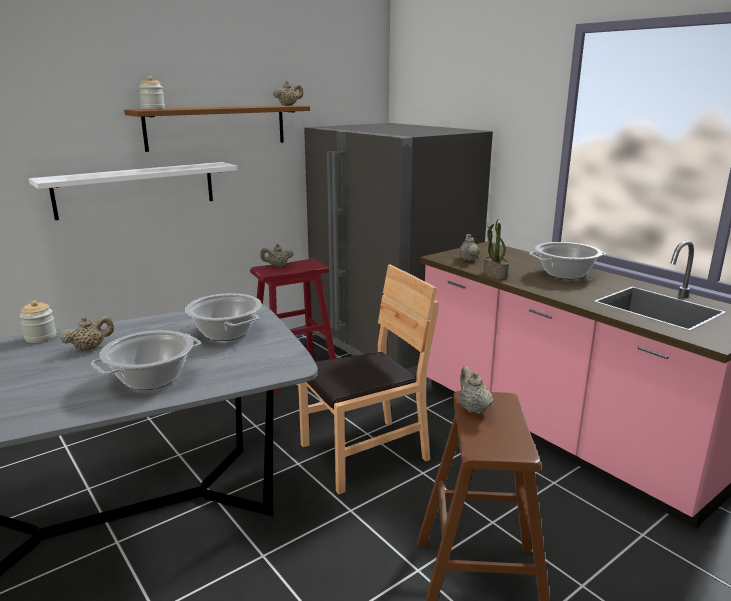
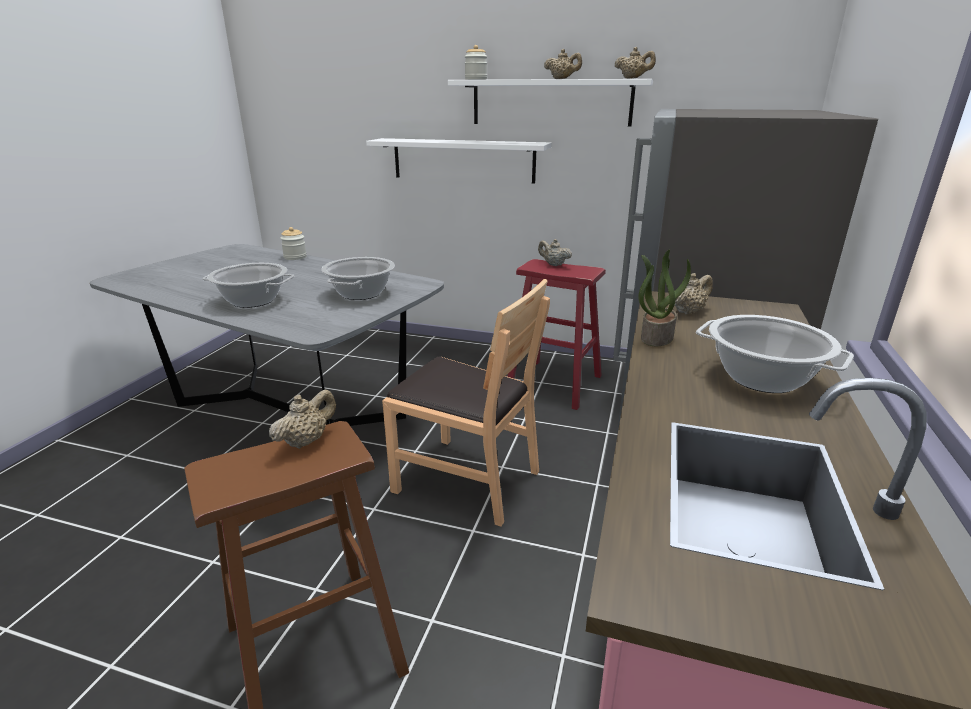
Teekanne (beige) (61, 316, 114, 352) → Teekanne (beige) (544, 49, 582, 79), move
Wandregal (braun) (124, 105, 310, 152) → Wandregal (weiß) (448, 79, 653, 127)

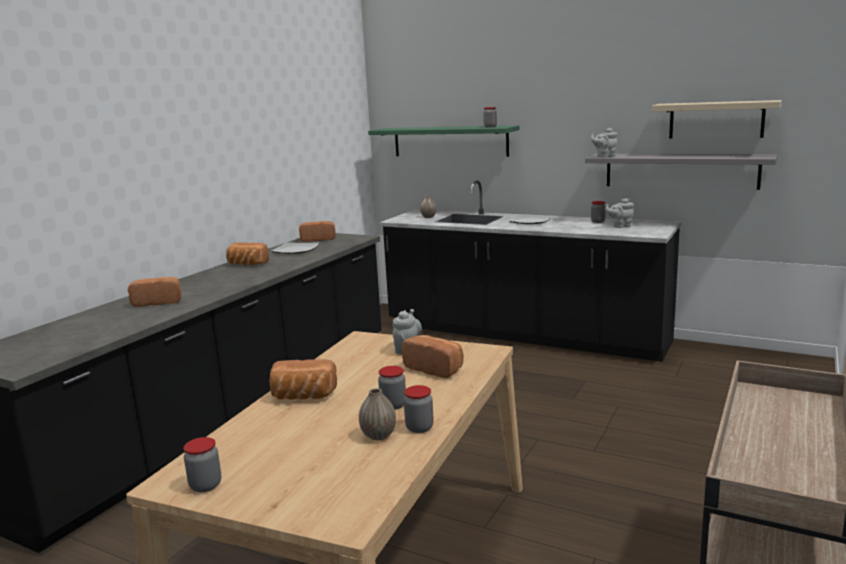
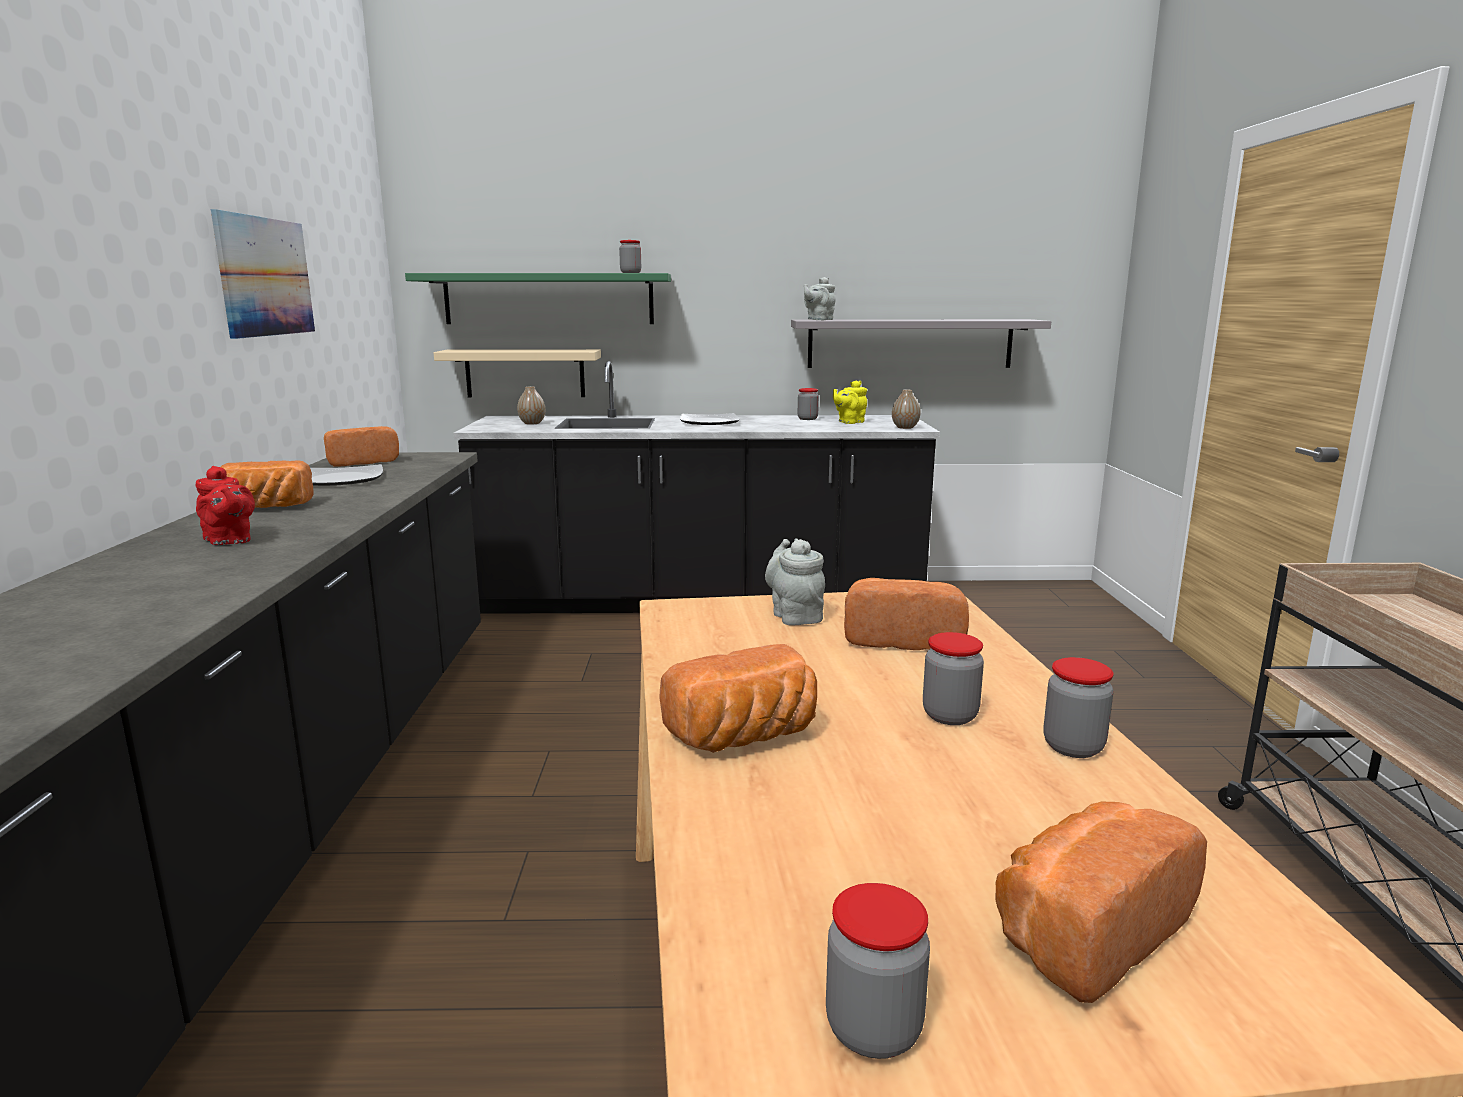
- → Teekanne (rot) (195, 466, 255, 545)
- → Bild (211, 209, 315, 339)
Brot (128, 277, 181, 307) → Brot (995, 802, 1207, 1003), move
Vase (359, 388, 396, 440) → Vase (892, 390, 921, 429), move
Wandregal (beige) (652, 100, 782, 139) → Wandregal (beige) (434, 349, 601, 397), move
Teekanne (grau) (605, 198, 634, 228) → Teekanne (gelb) (833, 380, 867, 424)

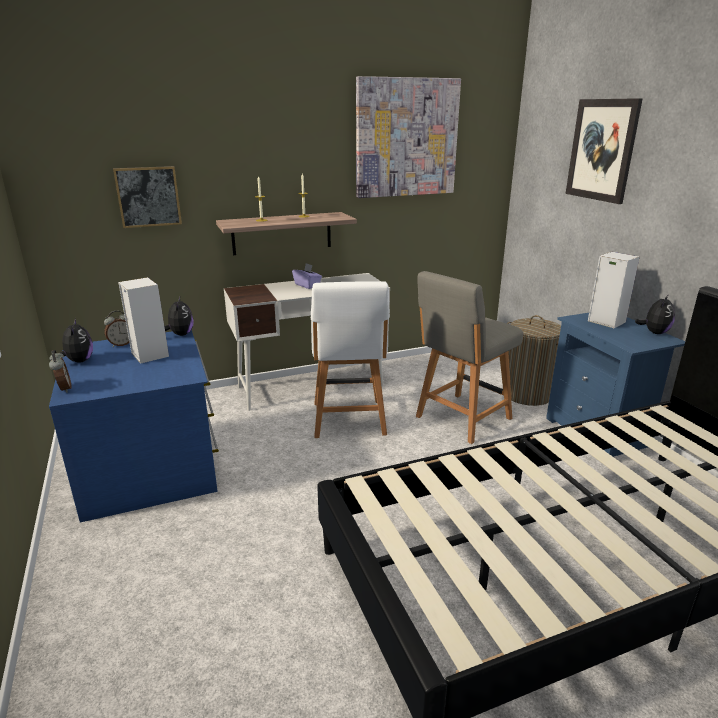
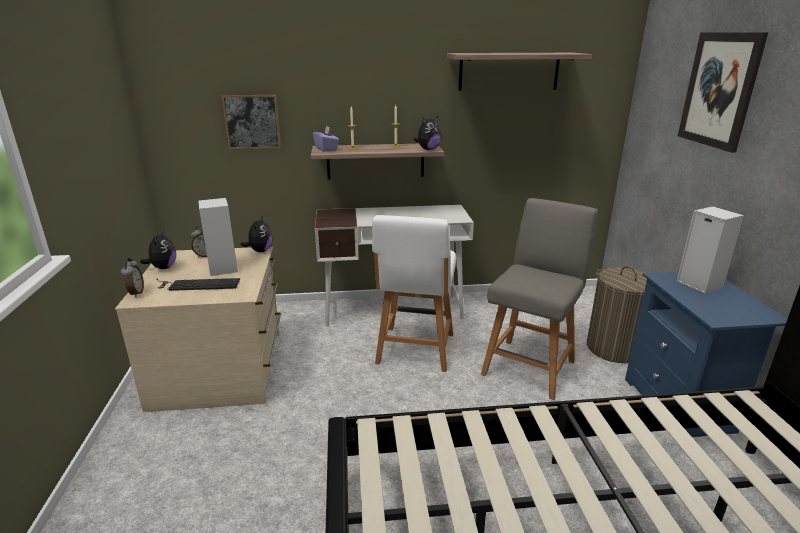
- → Tastatur (156, 278, 240, 291)
Taschentuchbox (lila) (292, 263, 322, 289) → Taschentuchbox (lila) (313, 126, 339, 152), move
Plüschtier (635, 294, 675, 334) → Plüschtier (413, 116, 442, 150), move
Bild (356, 76, 461, 198) → Wandregal (447, 53, 592, 91)
Kommode (blau) (49, 329, 219, 523) → Kommode (beige) (115, 247, 281, 412)
Stuhl (grau) (416, 271, 523, 444) → Stuhl (grau) (481, 198, 598, 400), 150 degrees clockwise

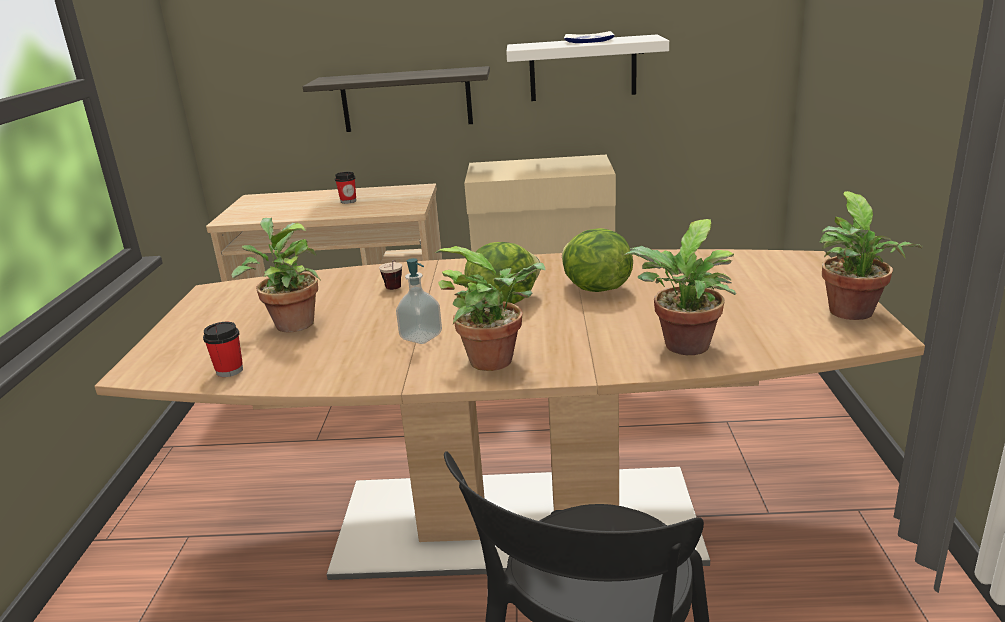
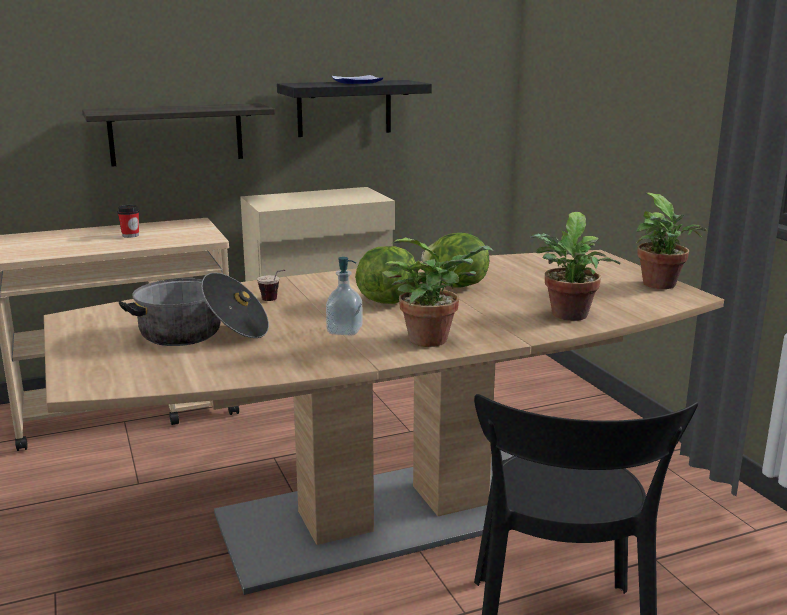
Tasse (203, 322, 243, 377) → -
Topfpflanze (231, 218, 321, 333) → Kochtopf (118, 273, 269, 346)
Wandregal (weiß) (506, 34, 669, 101) → Wandregal (schwarz) (277, 80, 432, 137)

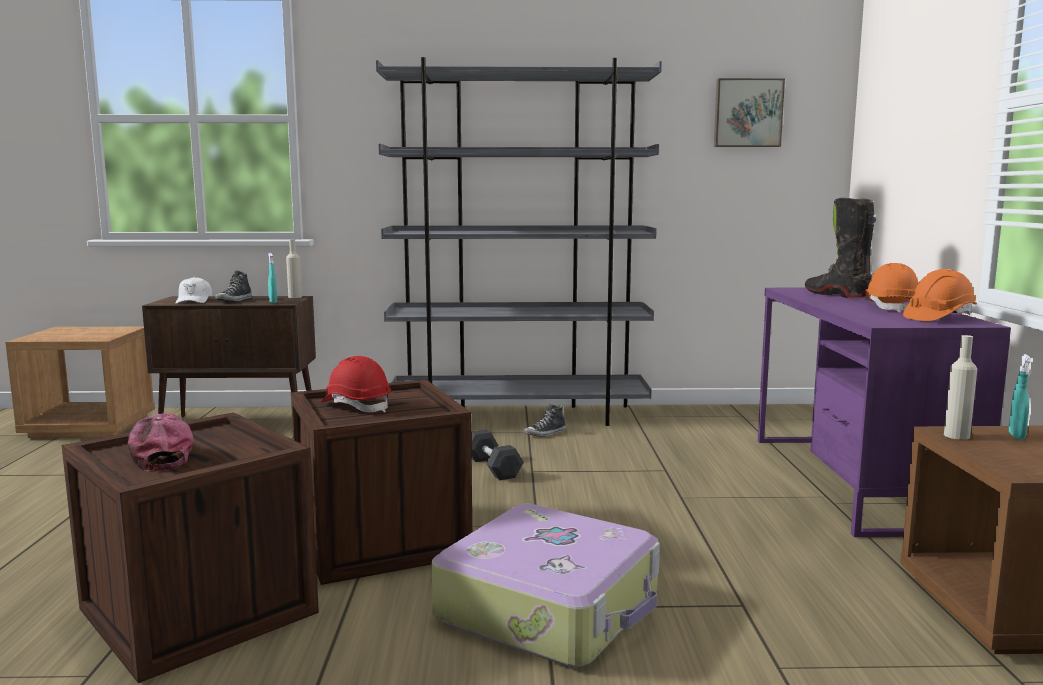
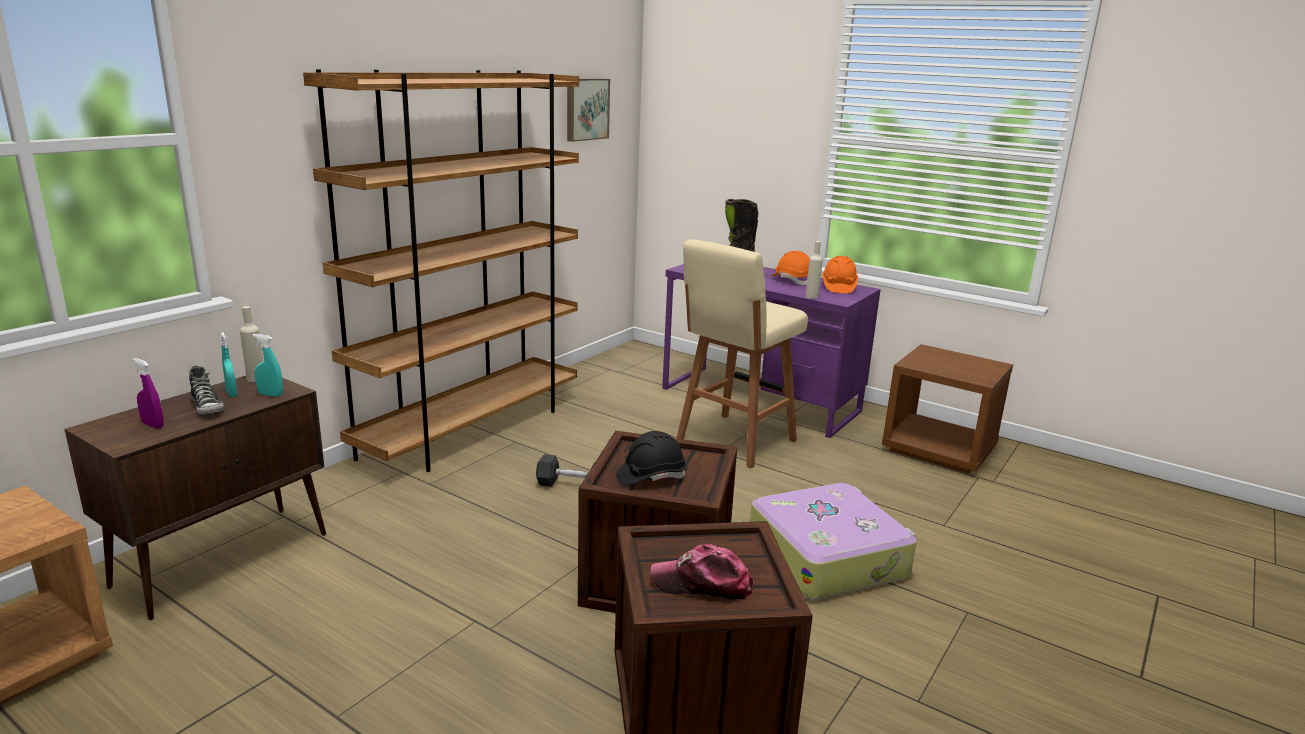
Schuh (524, 403, 566, 437) → -
- → Hocker (beige) (677, 239, 808, 468)
Flasche (beige) (944, 335, 977, 440) → Flasche (beige) (806, 241, 823, 299), move
Sprühflasche (türkis) (1009, 354, 1031, 440) → Sprühflasche (türkis) (220, 332, 238, 397), move
Kappe (weiß) (176, 277, 212, 304) → Sprühflasche (lila) (133, 358, 164, 429)
Schutzhelm (rot) (321, 356, 391, 413) → Schutzhelm (schwarz) (616, 431, 686, 486)
Bücherregal (grau) (376, 57, 662, 426) → Bücherregal (braun) (303, 69, 579, 472)

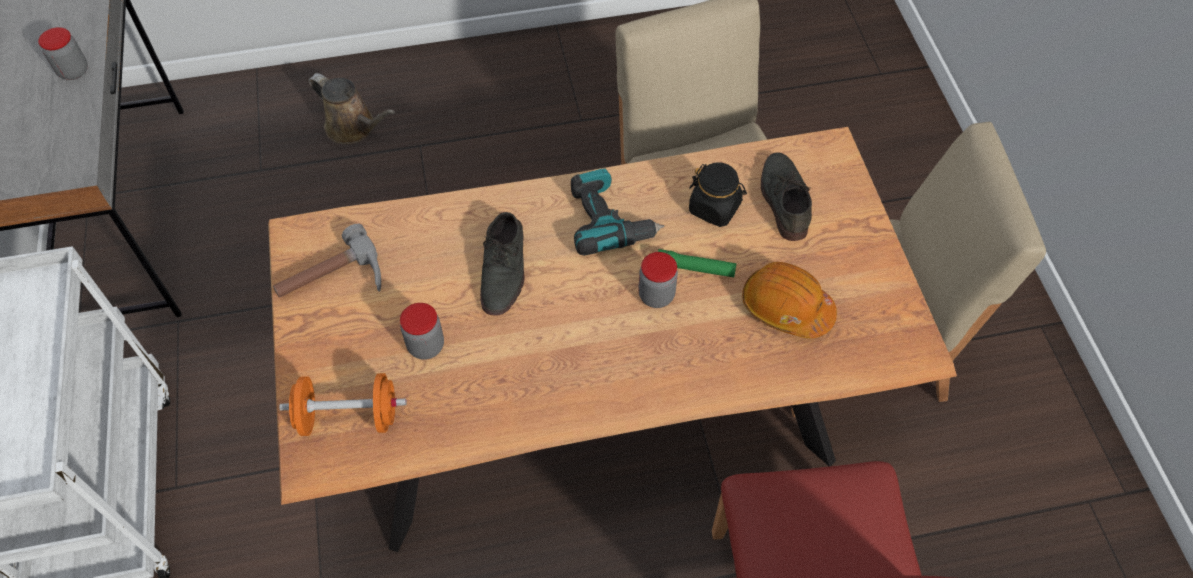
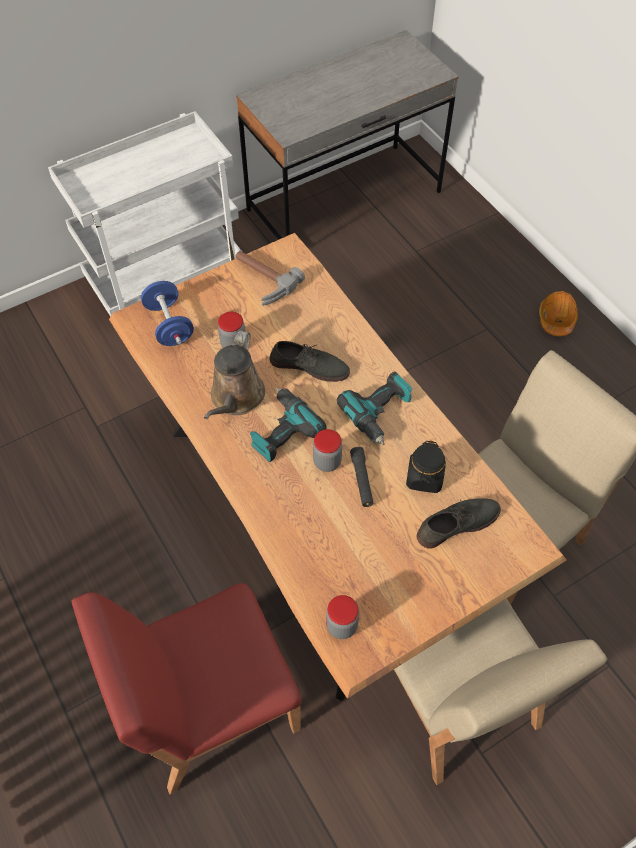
- → Bohrmaschine (250, 387, 327, 462)
Vorratsglas (38, 27, 88, 80) → Vorratsglas (326, 595, 359, 639), move
Gießkanne (braun) (309, 73, 395, 144) → Gießkanne (braun) (204, 330, 265, 419), move
Schutzhelm (orange) (742, 262, 837, 338) → Schutzhelm (orange) (539, 291, 578, 337), move
Hantel (orange) (279, 373, 407, 436) → Hantel (blau) (141, 281, 194, 346)
Taschenlampe (grün) (658, 249, 736, 277) → Taschenlampe (schwarz) (350, 447, 373, 507)
Schuh (grau) (480, 212, 525, 316) → Schuh (grau) (269, 341, 350, 382), 150 degrees counterclockwise

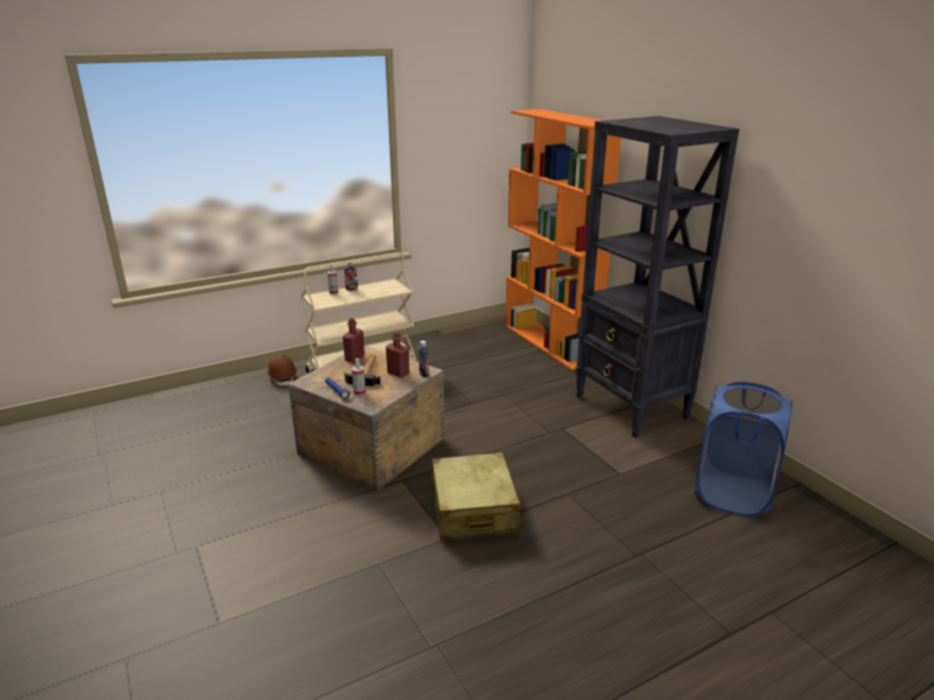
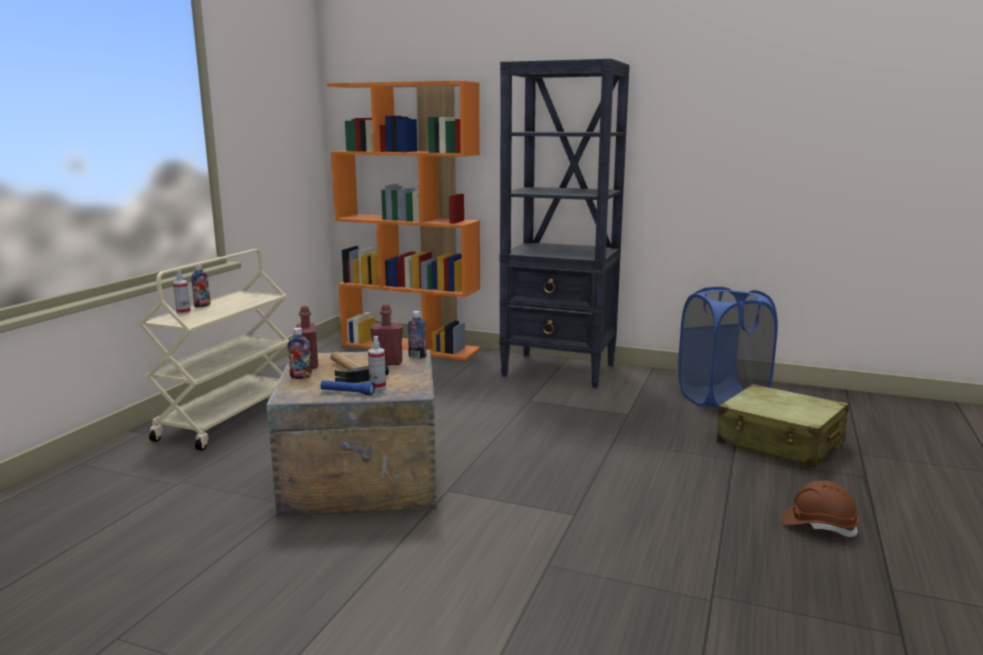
- → Flasche (287, 328, 312, 379)
Schutzhelm (braun) (267, 355, 297, 386) → Schutzhelm (braun) (781, 480, 859, 537), move
Koffer (beige) (430, 452, 520, 542) → Koffer (beige) (717, 384, 849, 468), move

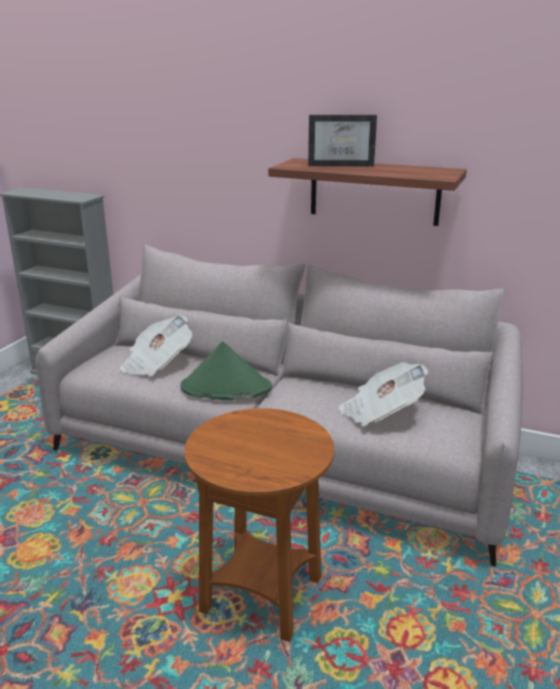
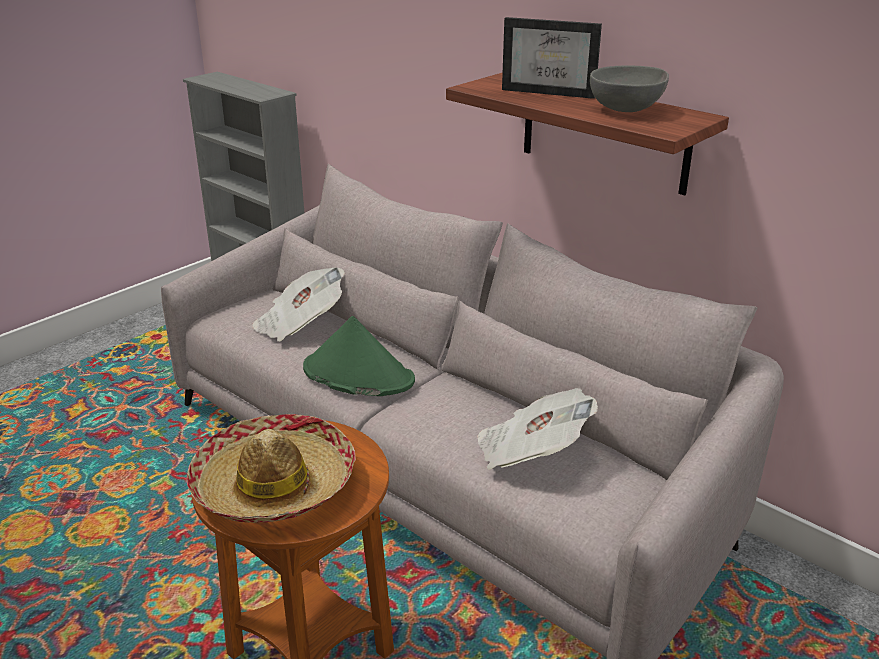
- → Hut (187, 414, 356, 523)
- → Schüssel (grau) (590, 65, 669, 112)

